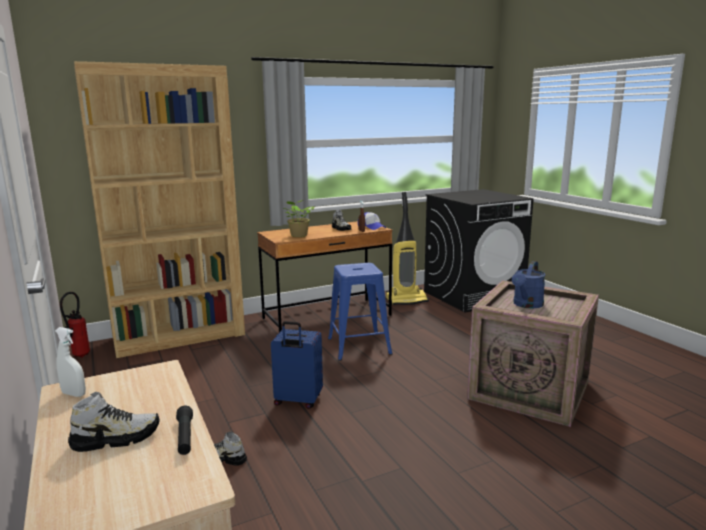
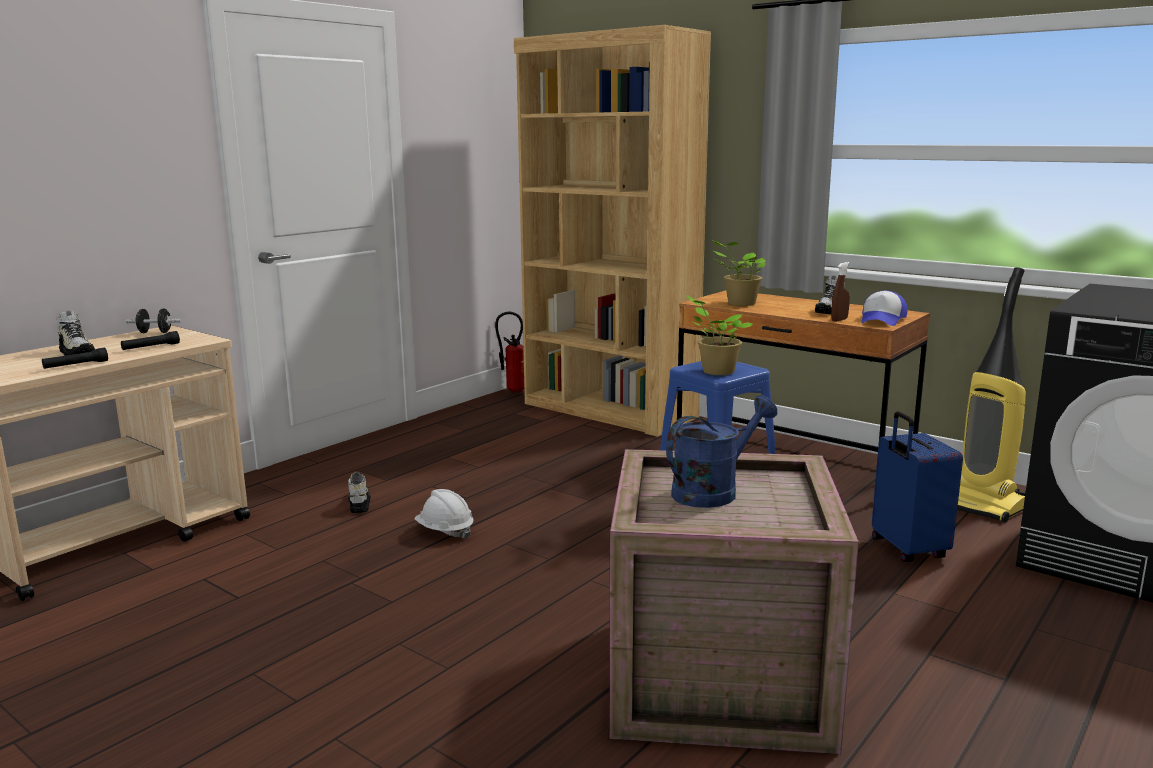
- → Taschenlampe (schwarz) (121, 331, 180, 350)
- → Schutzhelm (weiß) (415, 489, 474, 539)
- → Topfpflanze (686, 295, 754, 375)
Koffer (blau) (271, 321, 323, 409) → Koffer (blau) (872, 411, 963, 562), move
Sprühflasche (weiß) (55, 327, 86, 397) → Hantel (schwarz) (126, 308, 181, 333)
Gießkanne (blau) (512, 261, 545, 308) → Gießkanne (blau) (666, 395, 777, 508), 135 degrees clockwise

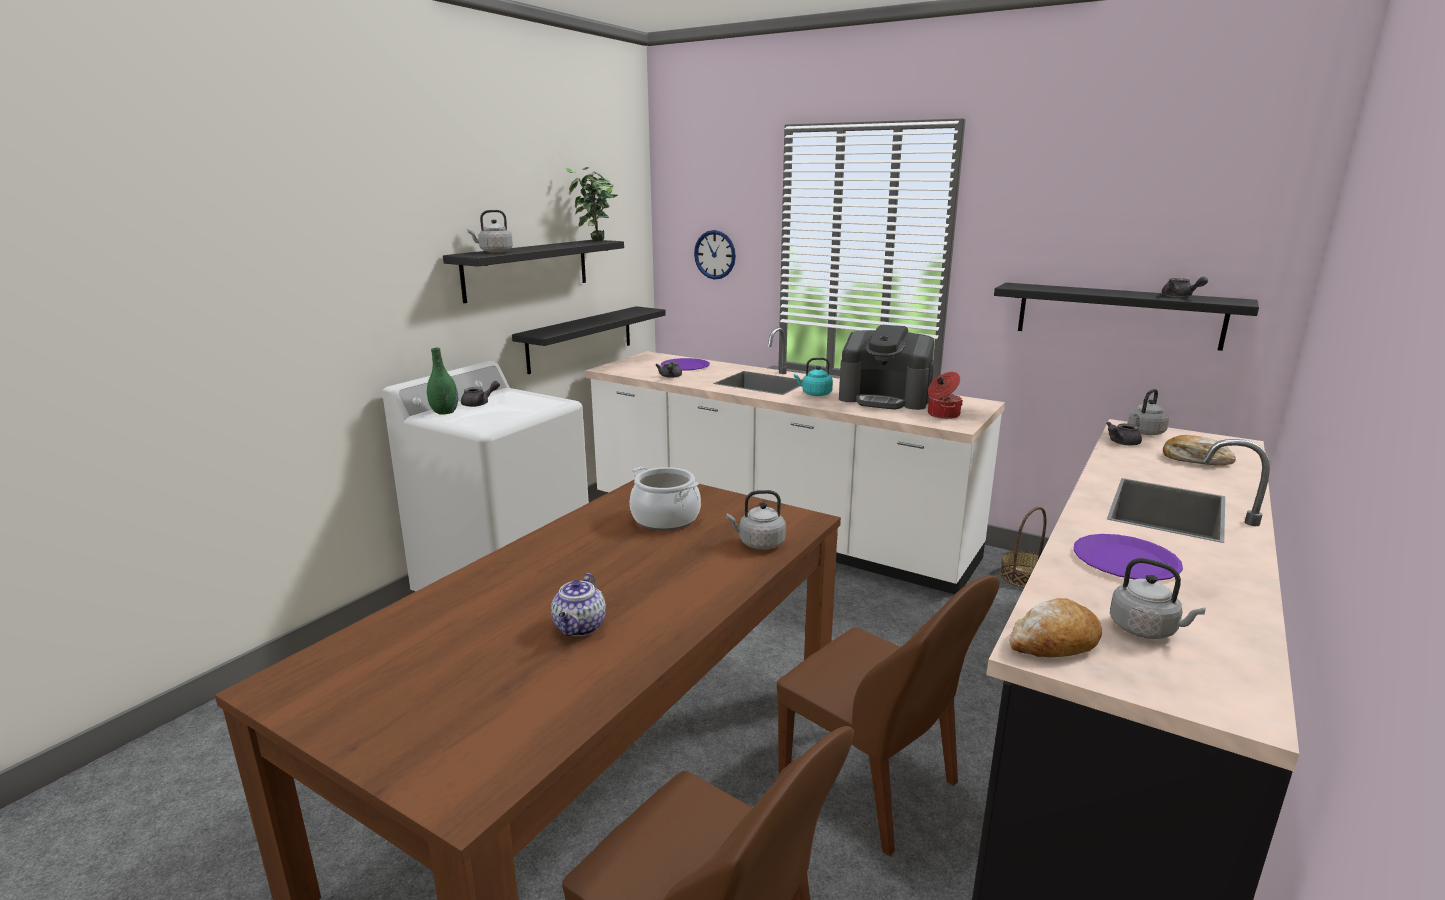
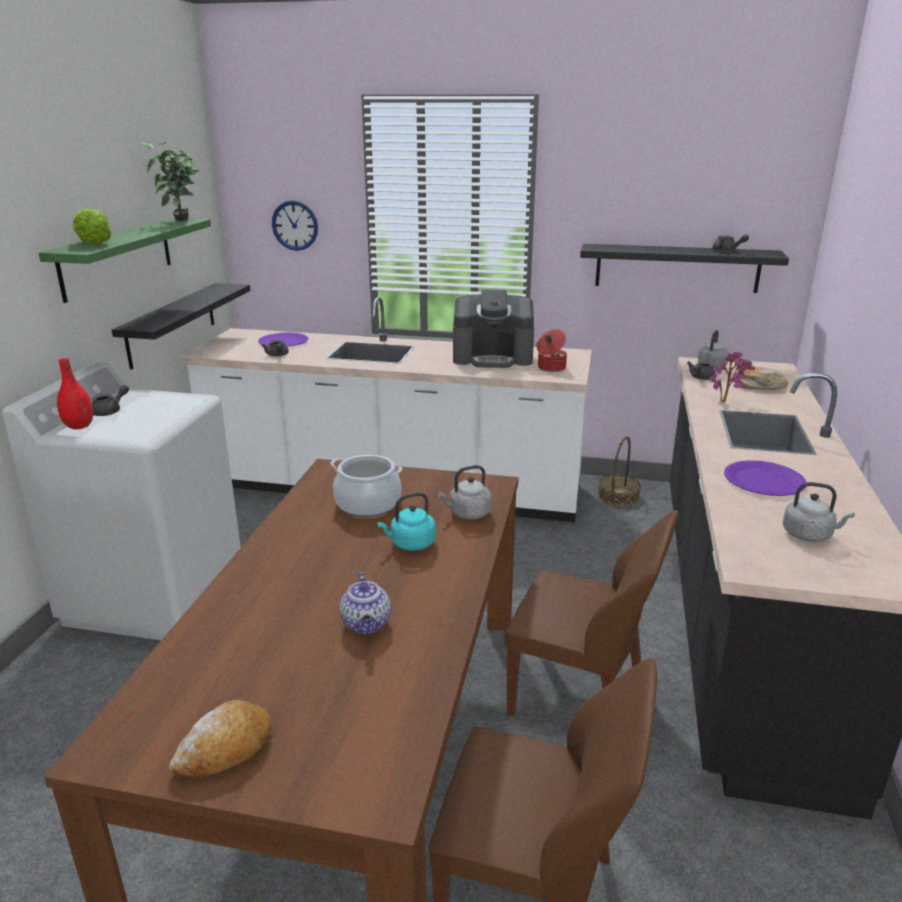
- → Topfpflanze (709, 352, 755, 402)
Wasserkessel (türkis) (794, 357, 833, 396) → Wasserkessel (türkis) (377, 492, 436, 551), move
Brot (1009, 598, 1102, 657) → Brot (169, 699, 272, 777), move
Wasserkessel (grau) (468, 210, 513, 253) → Salatkopf (73, 208, 112, 244)
Vase (grün) (427, 348, 458, 415) → Vase (rot) (57, 358, 93, 429)
Wandregal (schwarz) (443, 240, 624, 303) → Wandregal (grün) (39, 218, 211, 303)

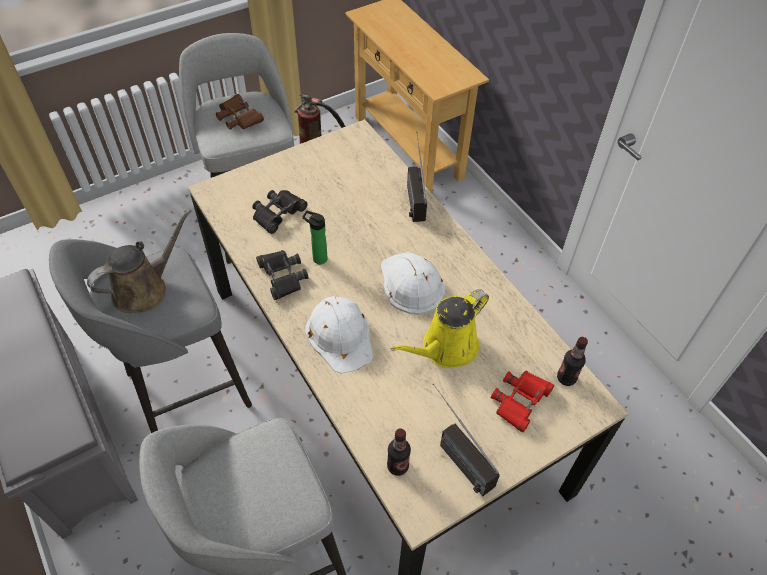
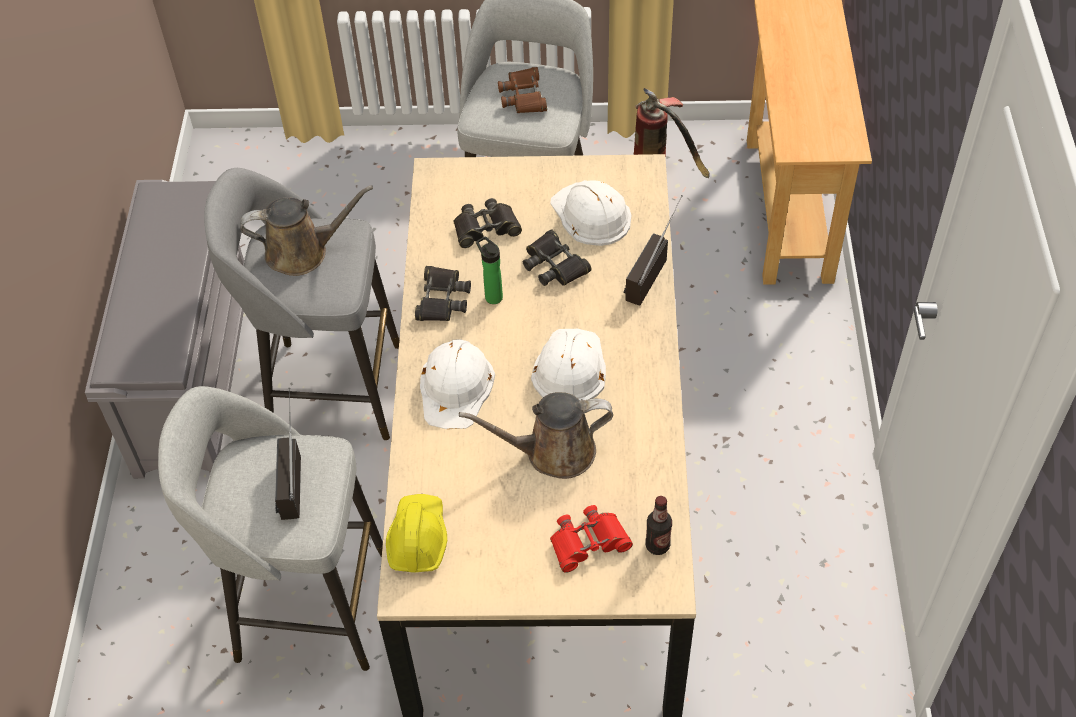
- → Fernglas (schwarz) (523, 229, 591, 286)
- → Schutzhelm (weiß) (550, 180, 631, 246)
Radio (433, 383, 500, 496) → Radio (275, 388, 301, 520), move
Flasche (387, 428, 411, 476) → Schutzhelm (gelb) (386, 494, 447, 573)
Gießkanne (gelb) (391, 289, 489, 368) → Gießkanne (braun) (459, 392, 613, 479)

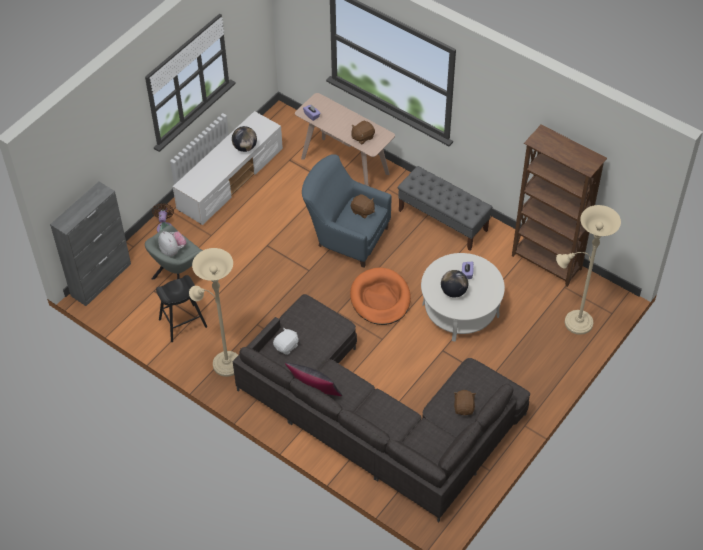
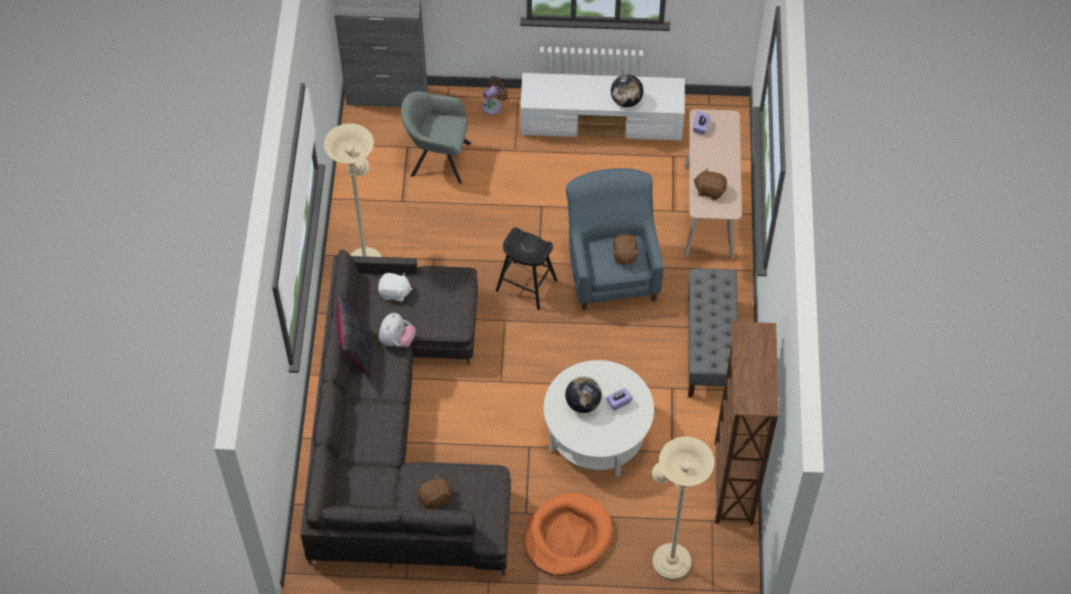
Hocker (schwarz) (156, 275, 207, 342) → Hocker (schwarz) (496, 227, 557, 310), move
Plüschtier (158, 231, 187, 256) → Plüschtier (379, 313, 416, 347), move
Hundebett (orange) (350, 267, 411, 325) → Hundebett (orange) (523, 493, 613, 576), move

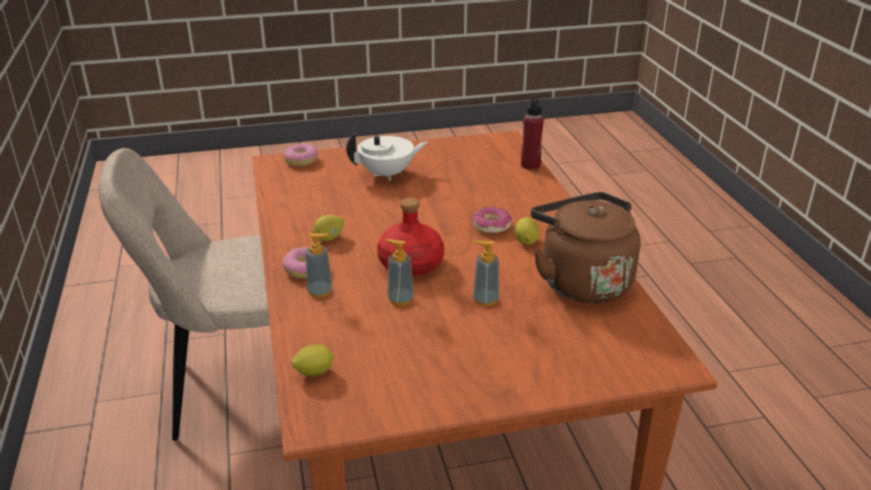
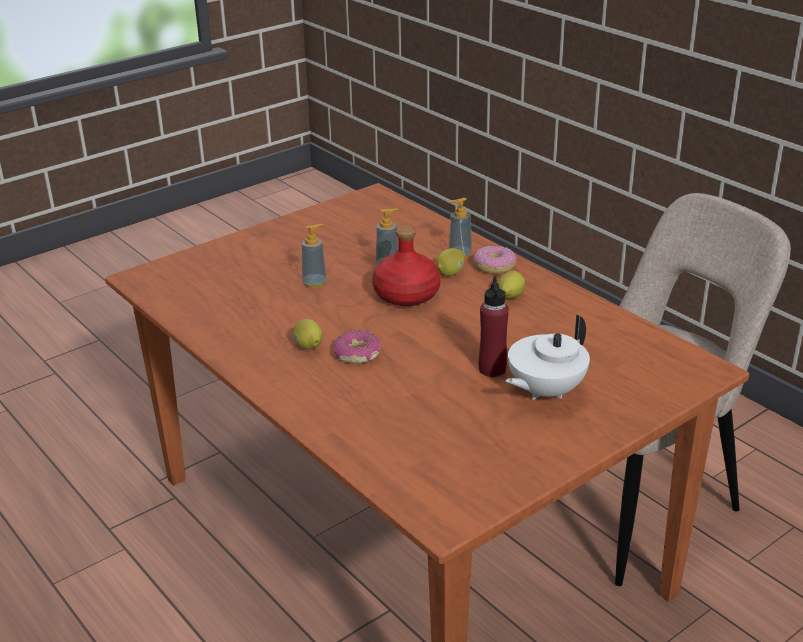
Donut (283, 144, 318, 166) → -
Wasserkessel (braun) (531, 192, 641, 303) → -
Zitrone (291, 344, 334, 376) → Zitrone (436, 248, 464, 276), move
Flasche (rot) (521, 94, 544, 170) → Flasche (rot) (479, 277, 509, 377), move

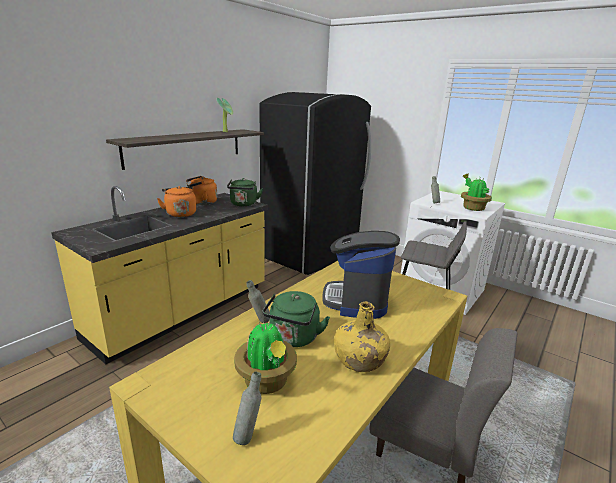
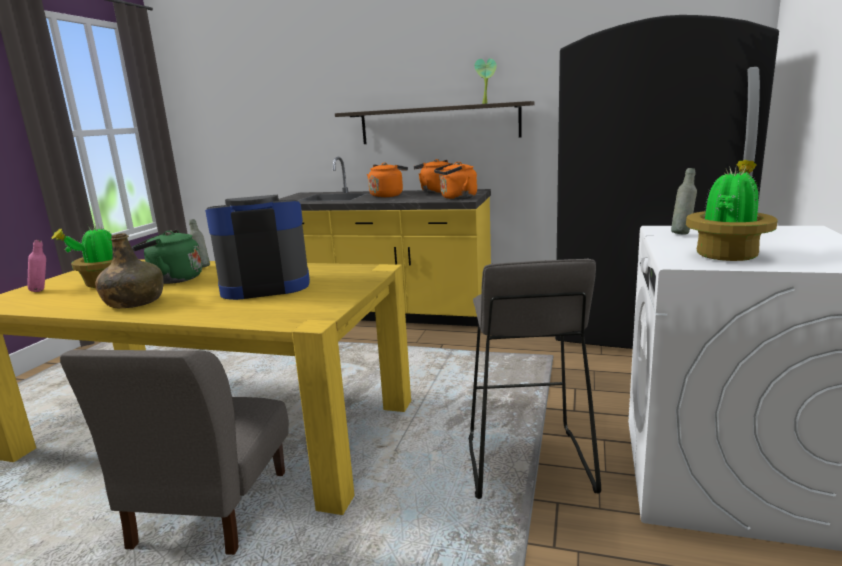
Wasserkessel (grün) (227, 178, 263, 206) → Wasserkessel (orange) (434, 162, 477, 199)
Flasche (grau) (233, 371, 261, 445) → Flasche (rosa) (27, 240, 46, 292)
Flasche (gelb) (334, 302, 390, 372) → Flasche (grün) (95, 233, 164, 308)

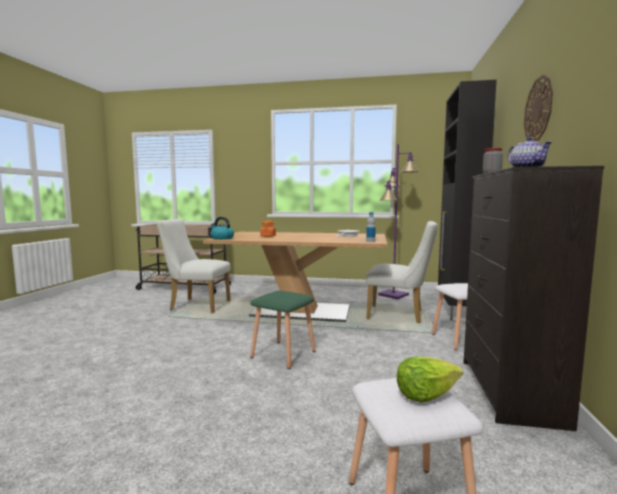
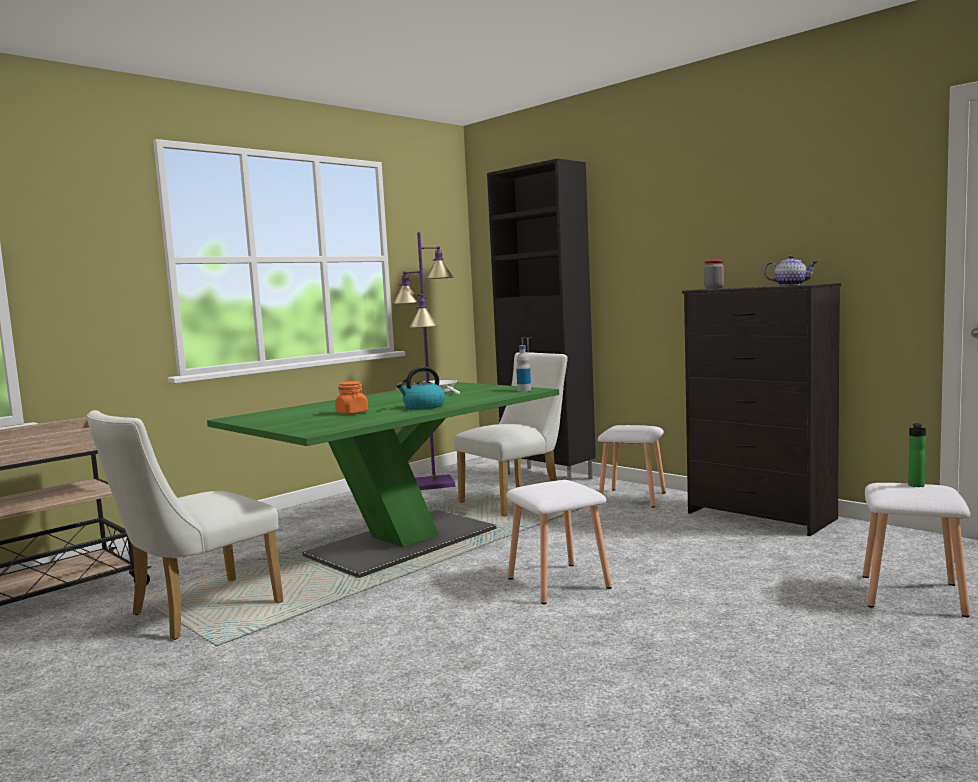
Wanduhr (524, 75, 553, 141) → -
Wasserkessel (211, 217, 234, 240) → Wasserkessel (397, 367, 445, 409), move
Salatkopf (397, 357, 463, 403) → Flasche (908, 423, 926, 487)
Esstisch (braun) (203, 232, 387, 322) → Esstisch (grün) (207, 382, 559, 578)
Hocker (grün) (250, 291, 316, 369) → Hocker (weiß) (506, 480, 612, 604)

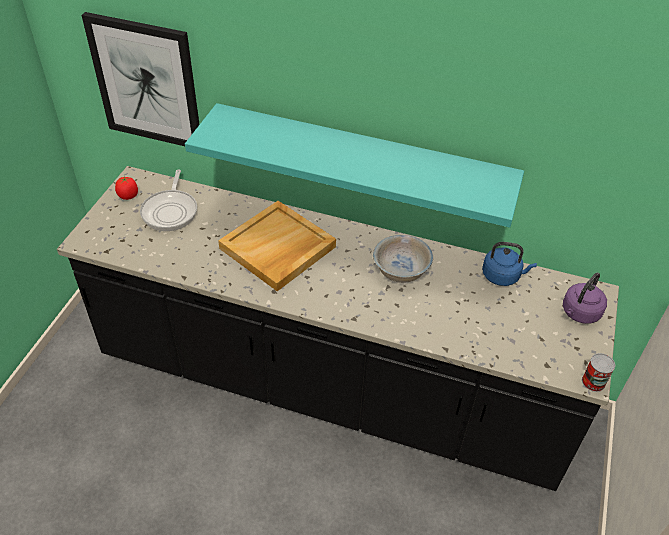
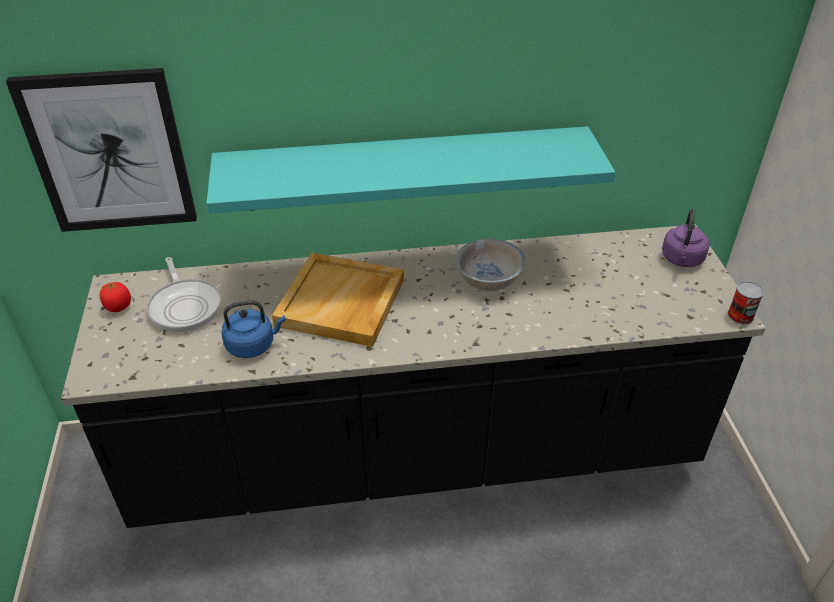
Wasserkessel (blau) (482, 242, 537, 286) → Wasserkessel (blau) (222, 300, 286, 358), move

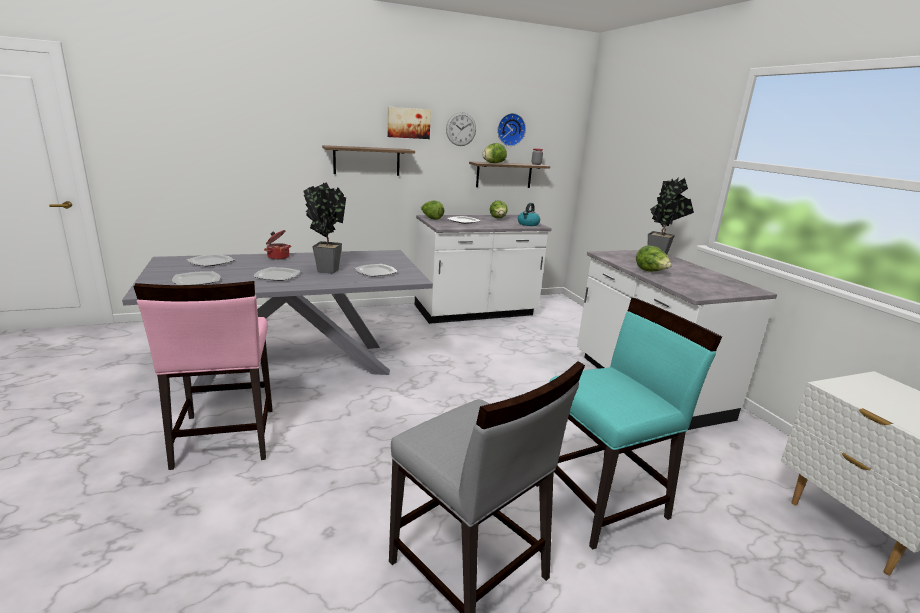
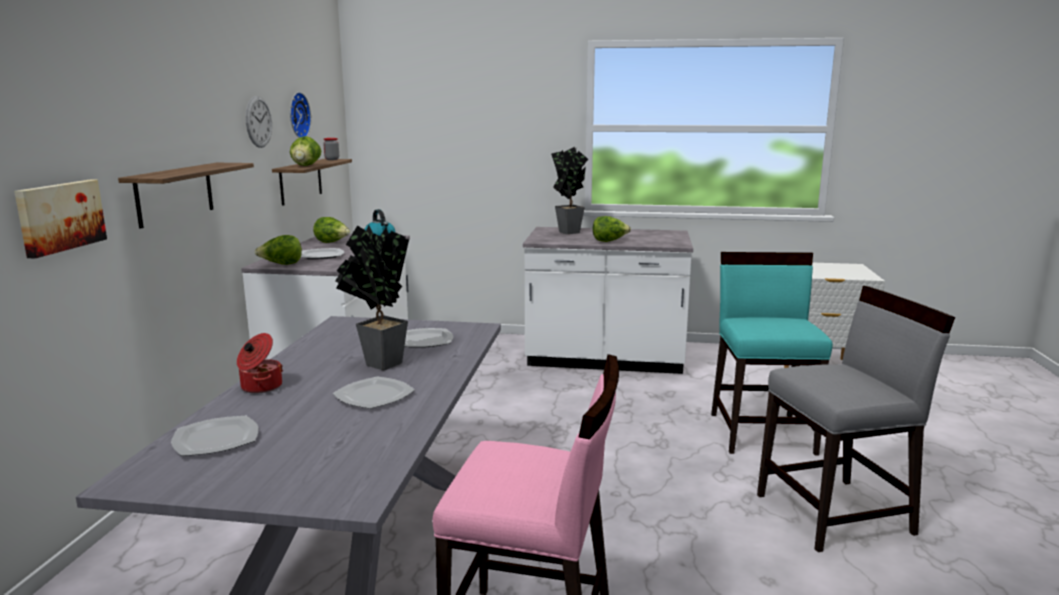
Teller (172, 271, 221, 285) → -
Bild (388, 107, 431, 139) → Bild (14, 180, 107, 258), move

